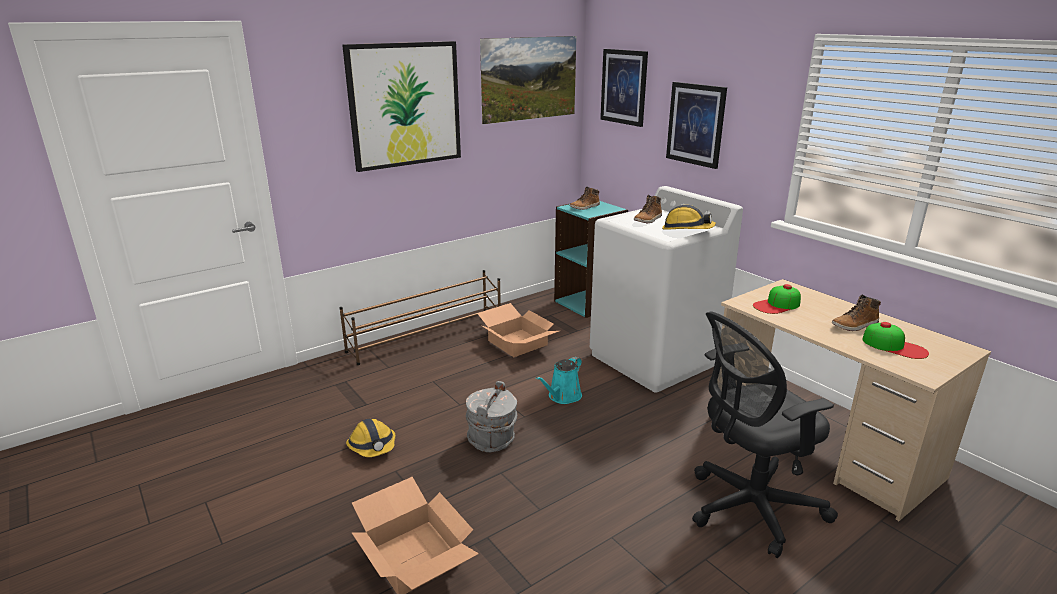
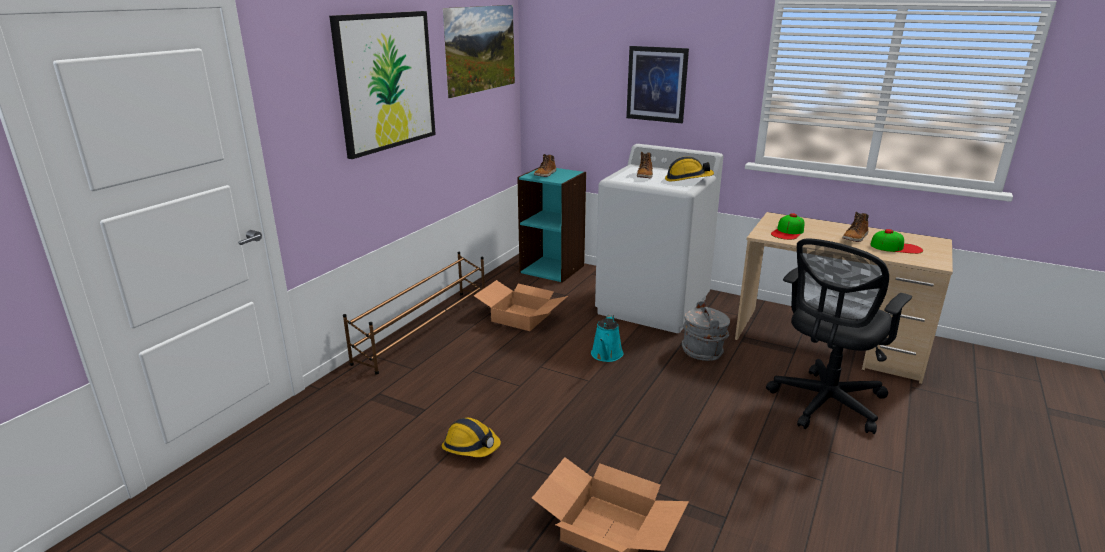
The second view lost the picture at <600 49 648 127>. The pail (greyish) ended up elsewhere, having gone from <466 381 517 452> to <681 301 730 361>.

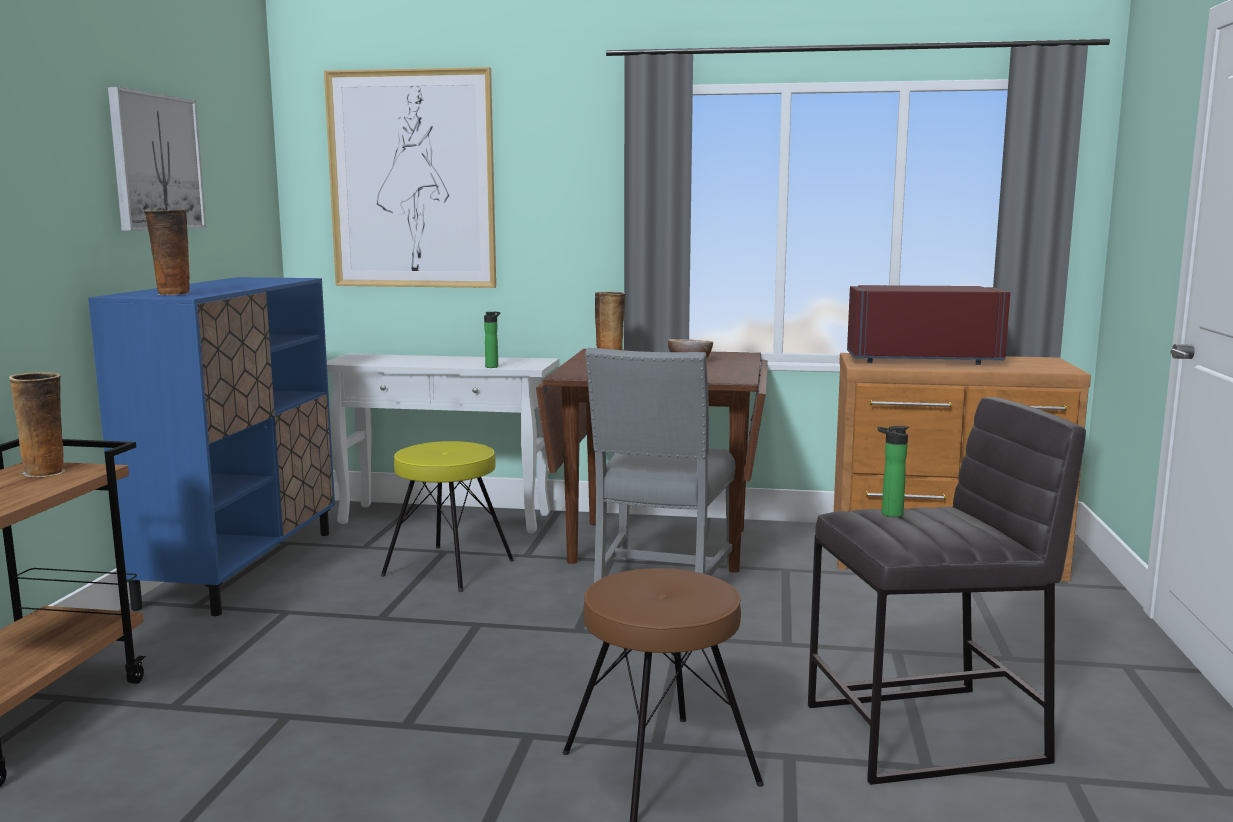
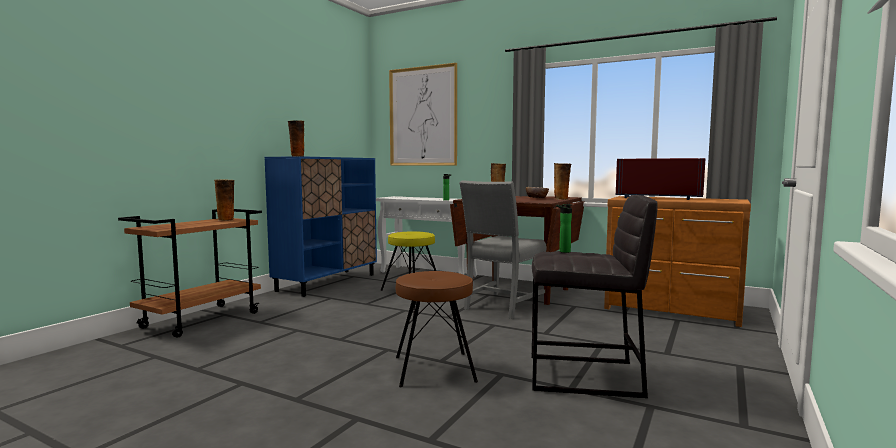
The second view lost the picture at <108 87 206 231>. The second view gained the flower vase at <554 163 571 200>.

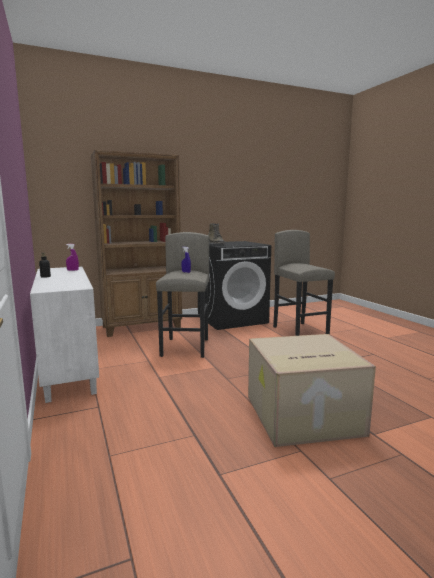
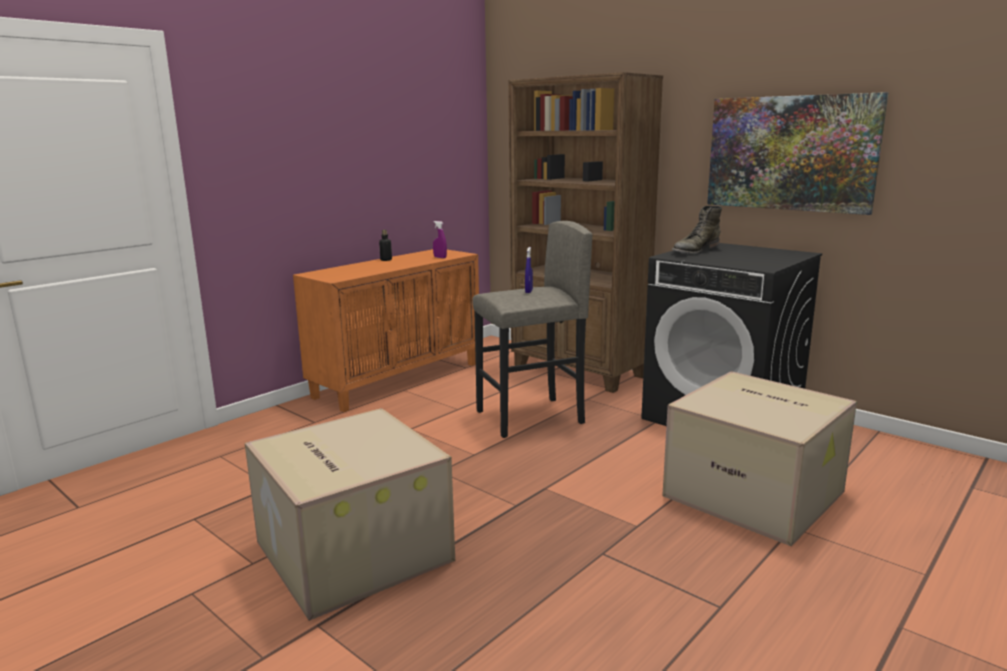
Where the sitting stool (greyish) stood at <273 230 335 336>, the cardboard box came to stand at <662 371 857 546>. What was the storage cabinet (white-coloured) at <30 267 99 403> turned into the storage cabinet (orangey) at <293 249 479 412>. The second view gained the picture at <707 92 888 215>.

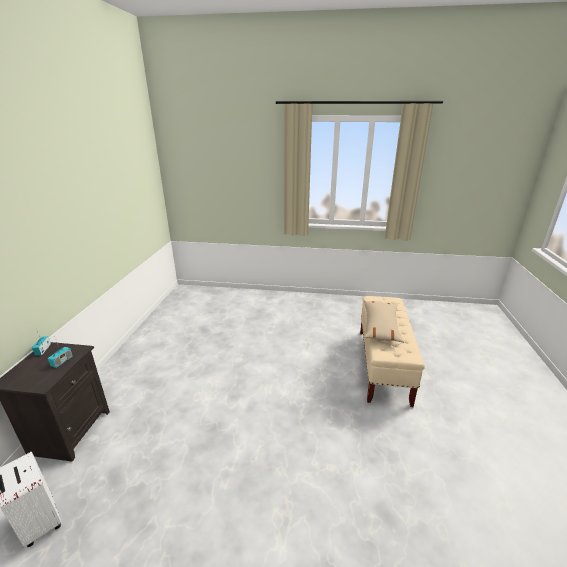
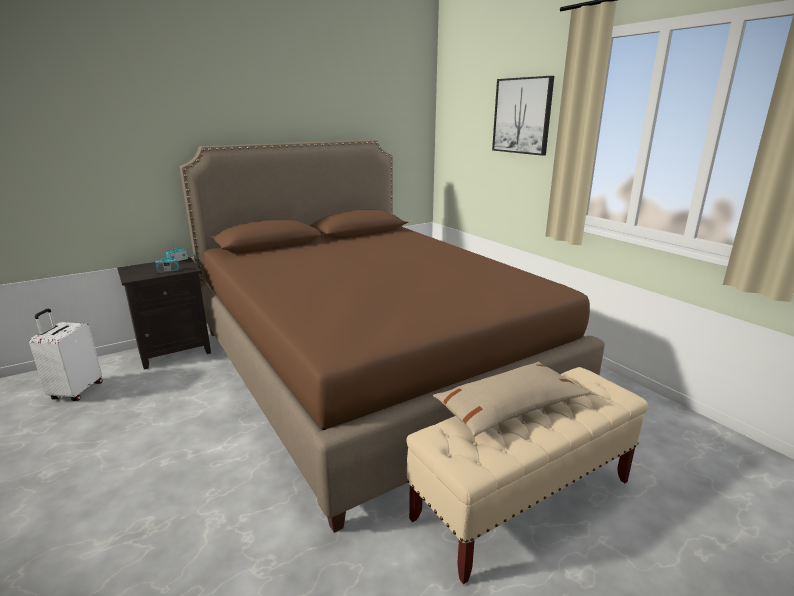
The second view gained the picture at <492 76 554 156>. The second view gained the bedroom bed (brownish) at <180 140 605 533>.

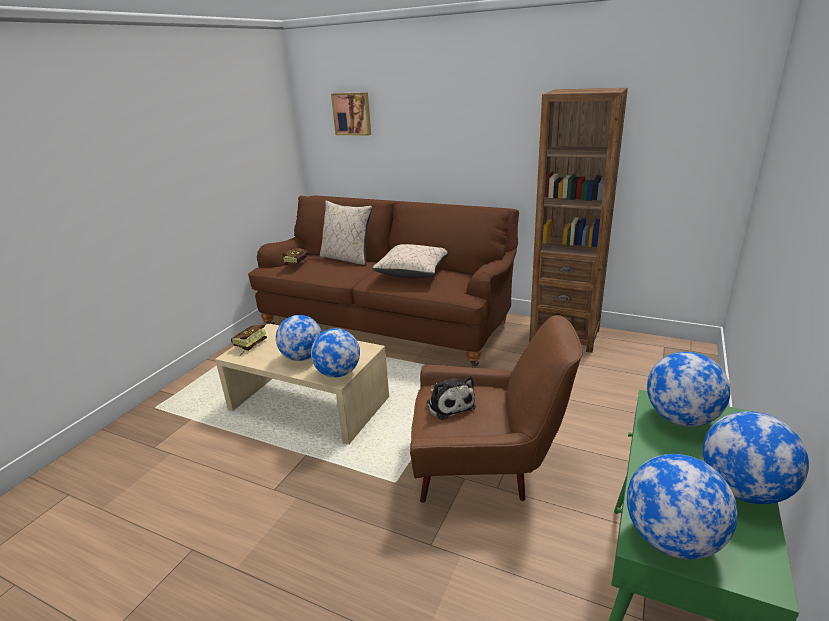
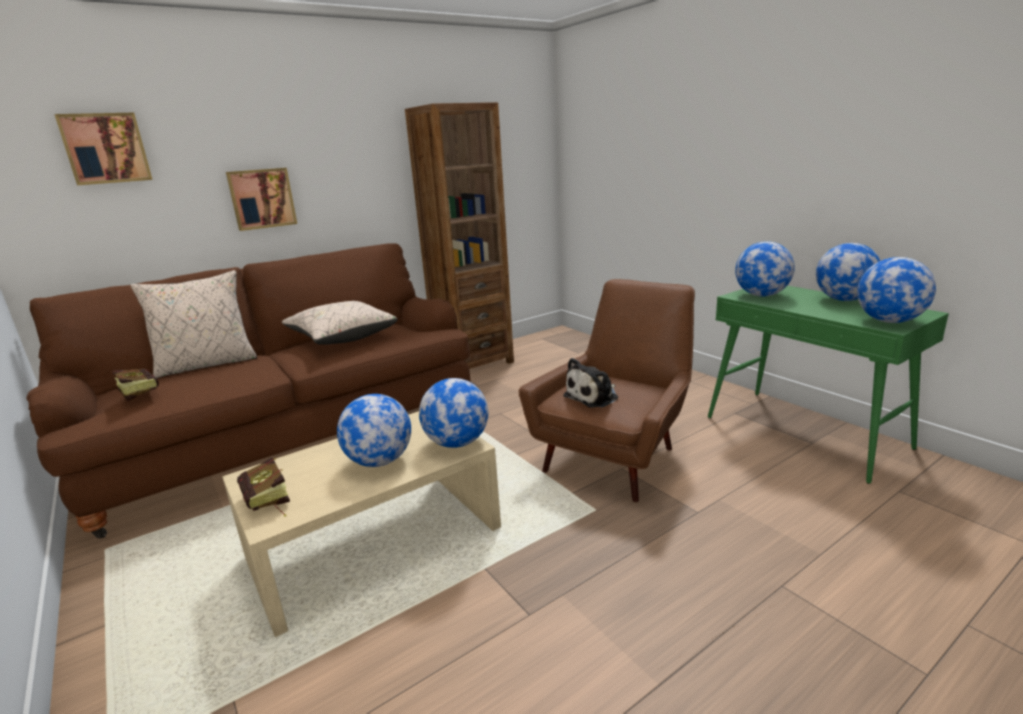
The cuddly toy at <426 376 476 420> ended up facing another way, 135 degrees clockwise from before. The second view gained the picture at <226 168 297 231>.

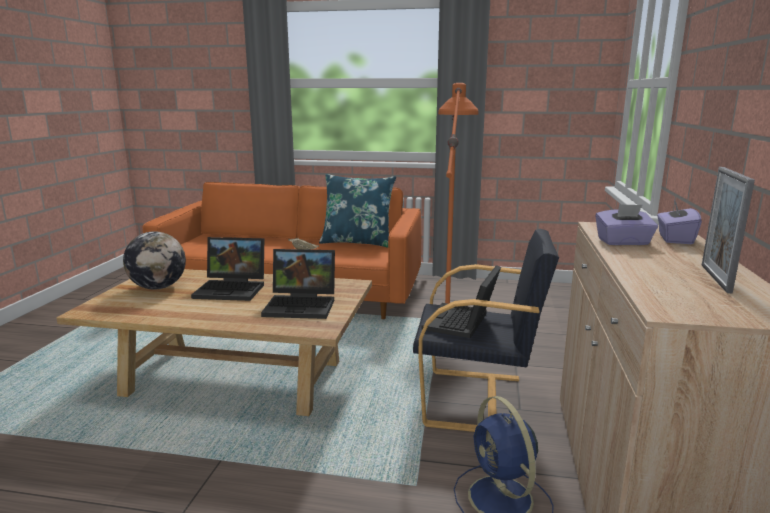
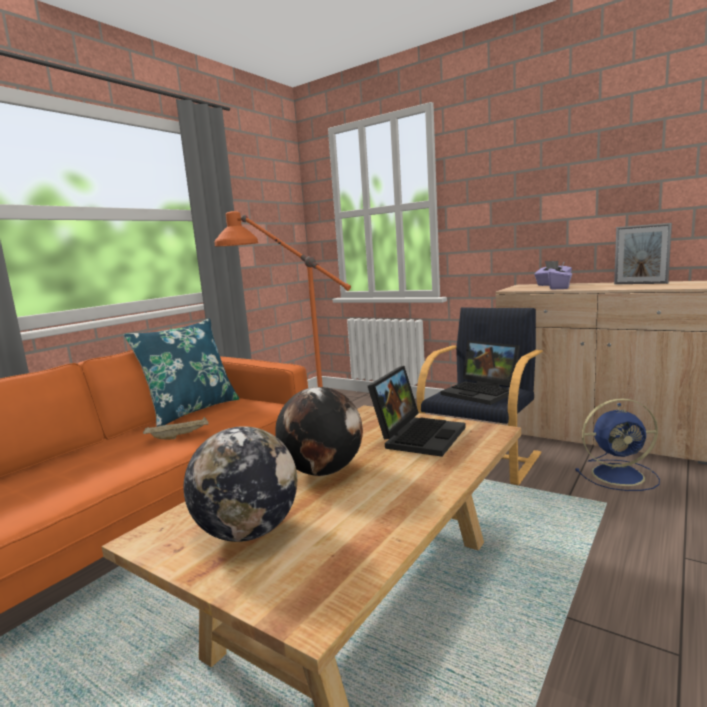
Where the laptop stood at <191 237 264 301>, the desk globe came to stand at <275 387 363 476>.

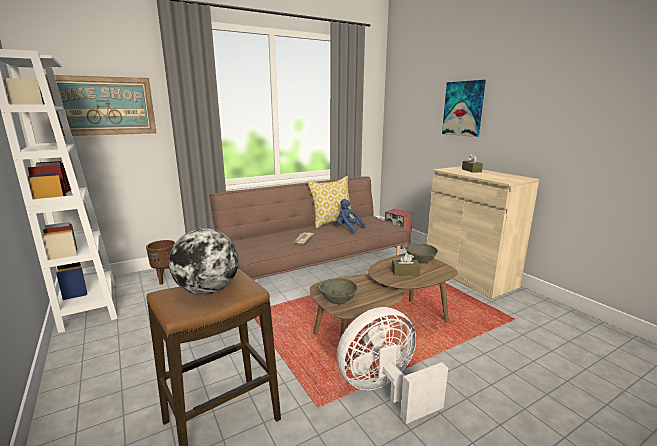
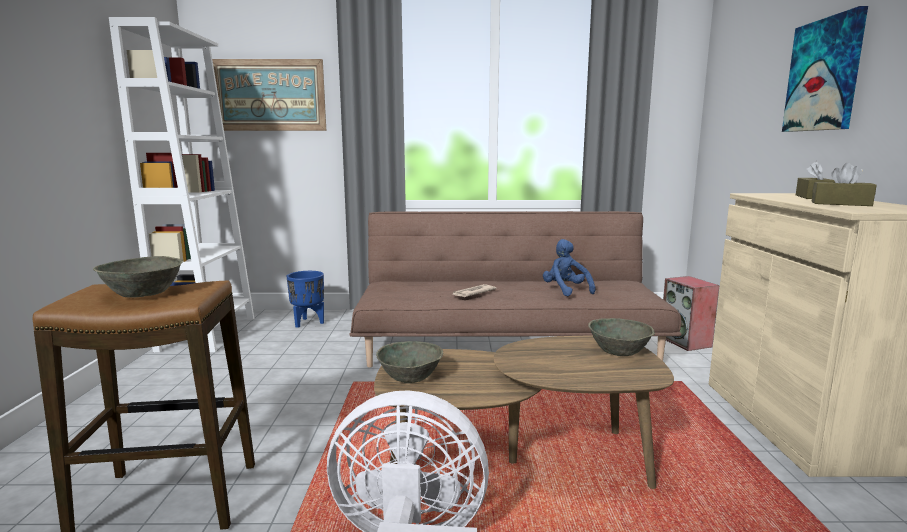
The second view lost the throw pillow at <307 176 354 228>. Where the desk globe stood at <169 228 238 295>, the deep dish (greyish) came to stand at <93 256 183 298>. What was the planter (brownish) at <146 240 175 285> turned into the planter (blue) at <286 271 324 328>. The tissue box (brownish) ended up elsewhere, having gone from <392 253 421 276> to <812 163 877 206>.

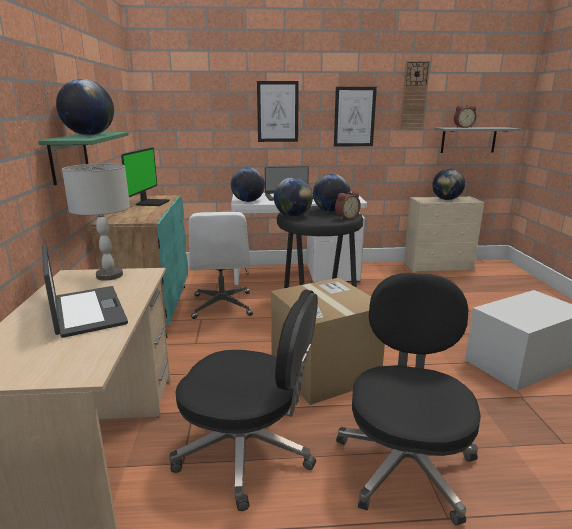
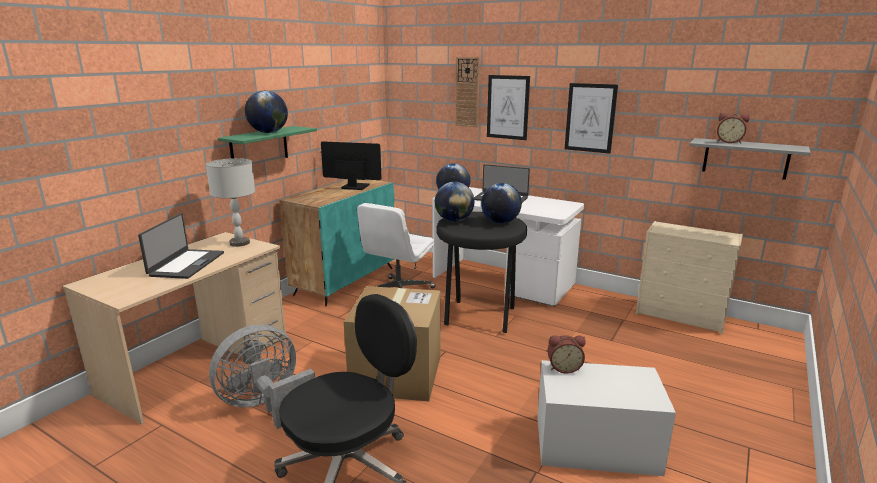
The wall clock ended up elsewhere, having gone from <400 61 431 129> to <456 57 480 127>. The computer display at <121 148 170 206> ended up facing another way, 120 degrees counterclockwise from before. The second view lost the desk globe at <432 169 465 200>. The table clock ended up elsewhere, having gone from <335 191 361 220> to <547 335 586 373>. Where the computer chair (blackish) stood at <169 289 318 511>, the fan (greyish) came to stand at <209 324 315 429>.

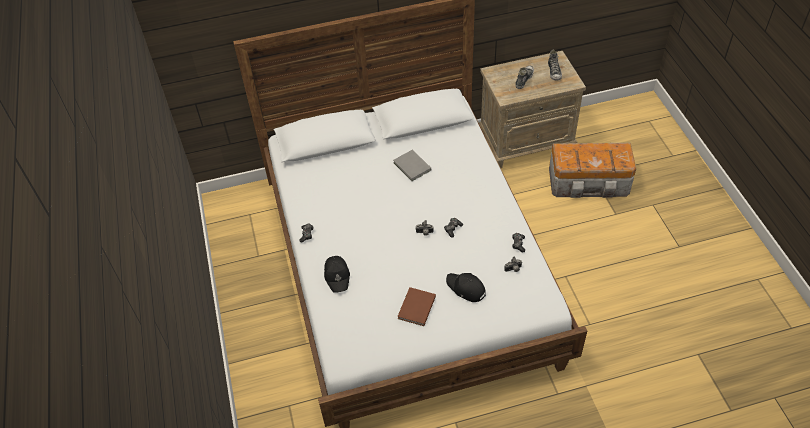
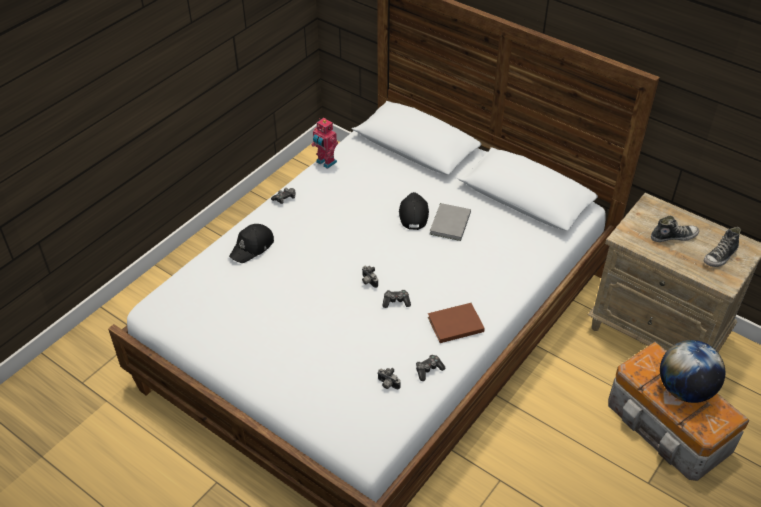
The baseball cap (blackish) ended up elsewhere, having gone from <446 273 486 302> to <399 192 429 230>. The bound book (brownish) ended up elsewhere, having gone from <397 287 436 326> to <428 303 485 343>. The second view gained the toy robot at <311 118 338 169>. The second view gained the desk globe at <660 340 725 403>.

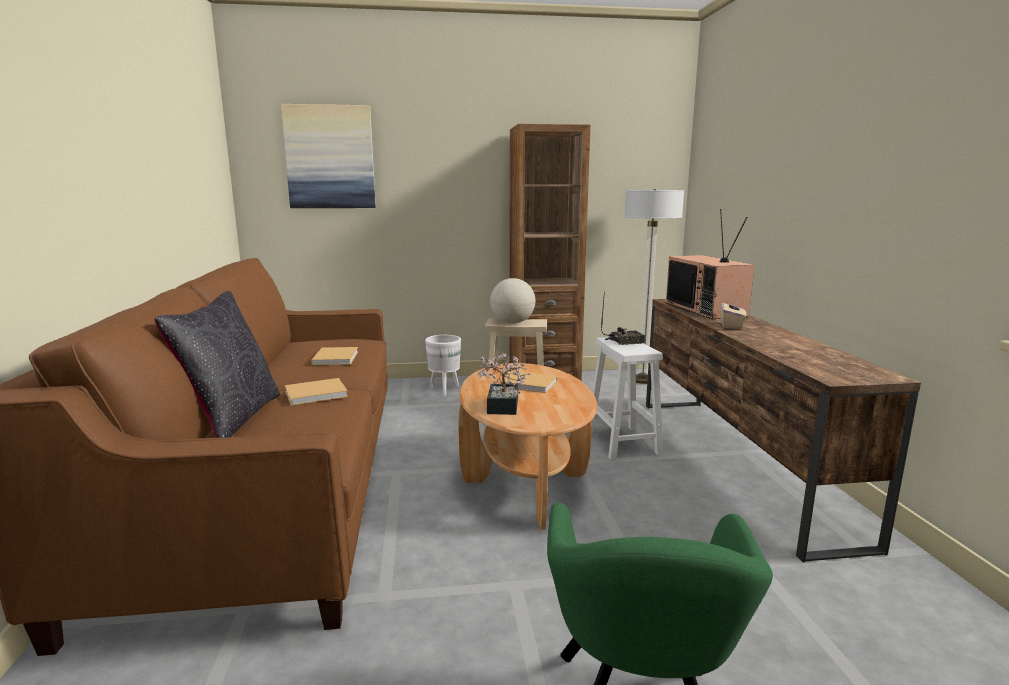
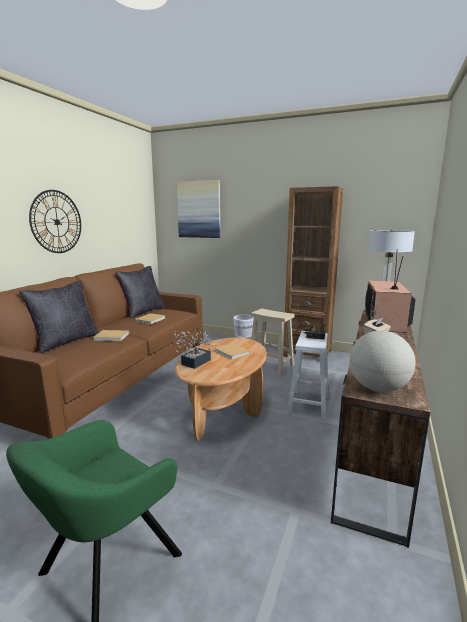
The desk globe ended up elsewhere, having gone from <490 278 535 324> to <349 331 416 392>. The second view gained the wall clock at <29 190 81 253>. The second view gained the throw pillow (blackish) at <115 266 164 318>.

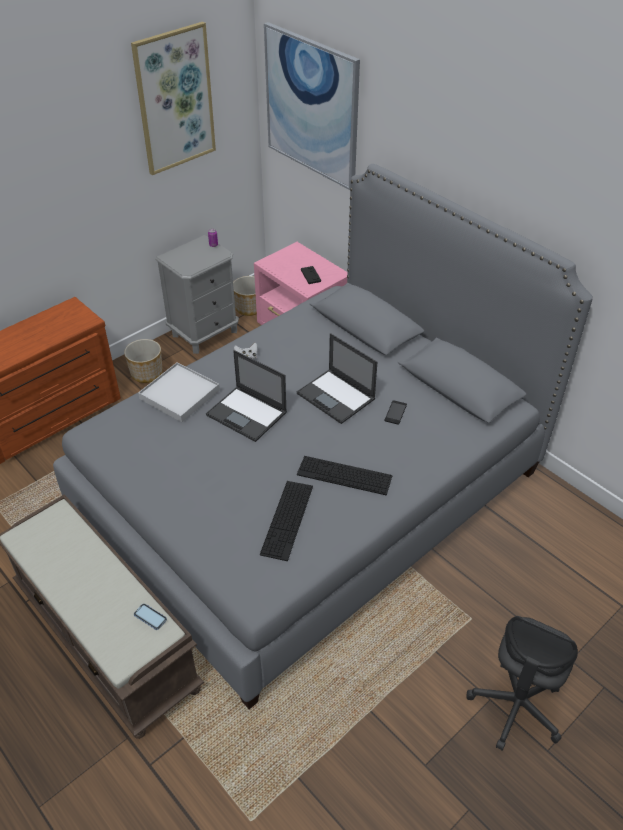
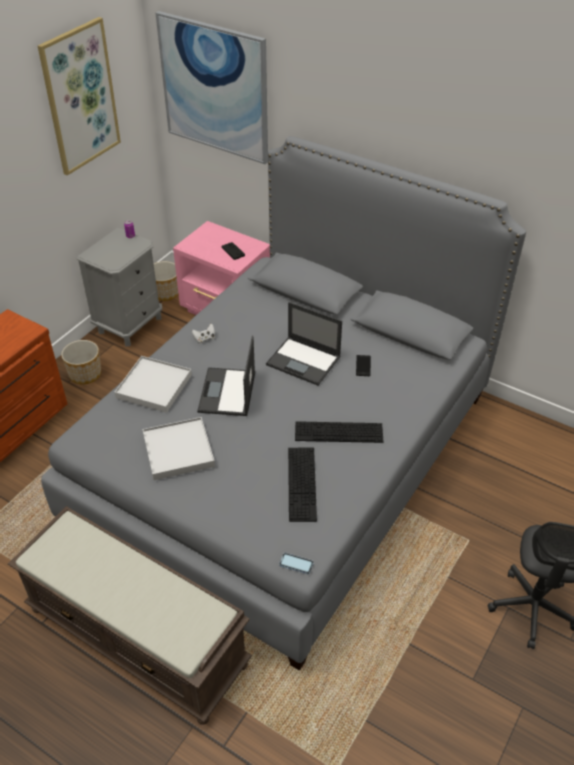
The laptop at <206 350 287 442> ended up facing another way, 75 degrees clockwise from before. The telephone ended up elsewhere, having gone from <134 604 167 630> to <279 553 314 574>. The second view gained the carrying tray (white-coloured) at <142 417 215 480>.

